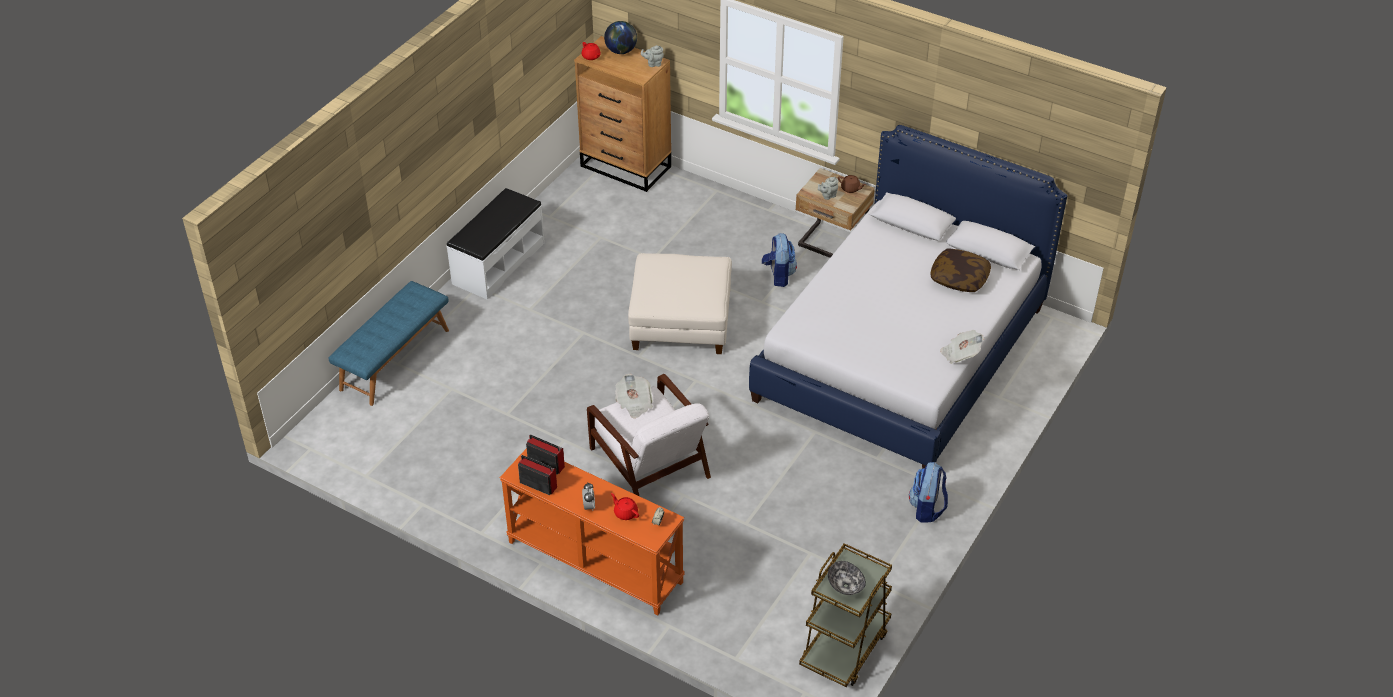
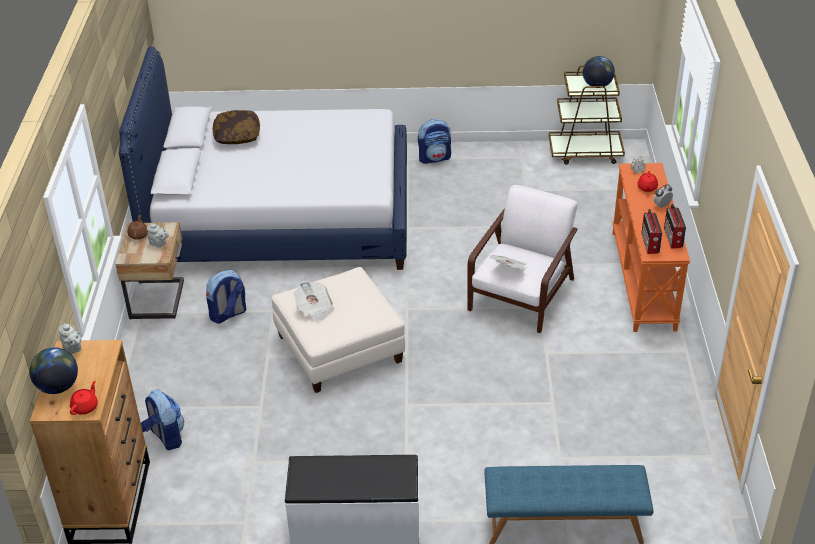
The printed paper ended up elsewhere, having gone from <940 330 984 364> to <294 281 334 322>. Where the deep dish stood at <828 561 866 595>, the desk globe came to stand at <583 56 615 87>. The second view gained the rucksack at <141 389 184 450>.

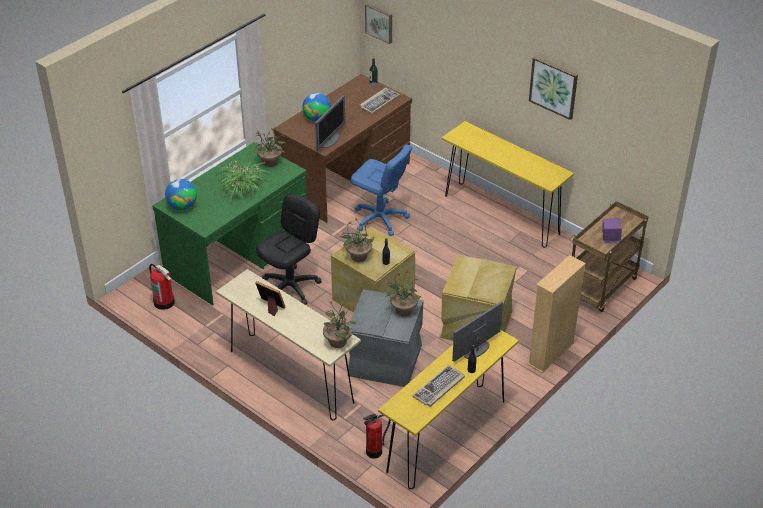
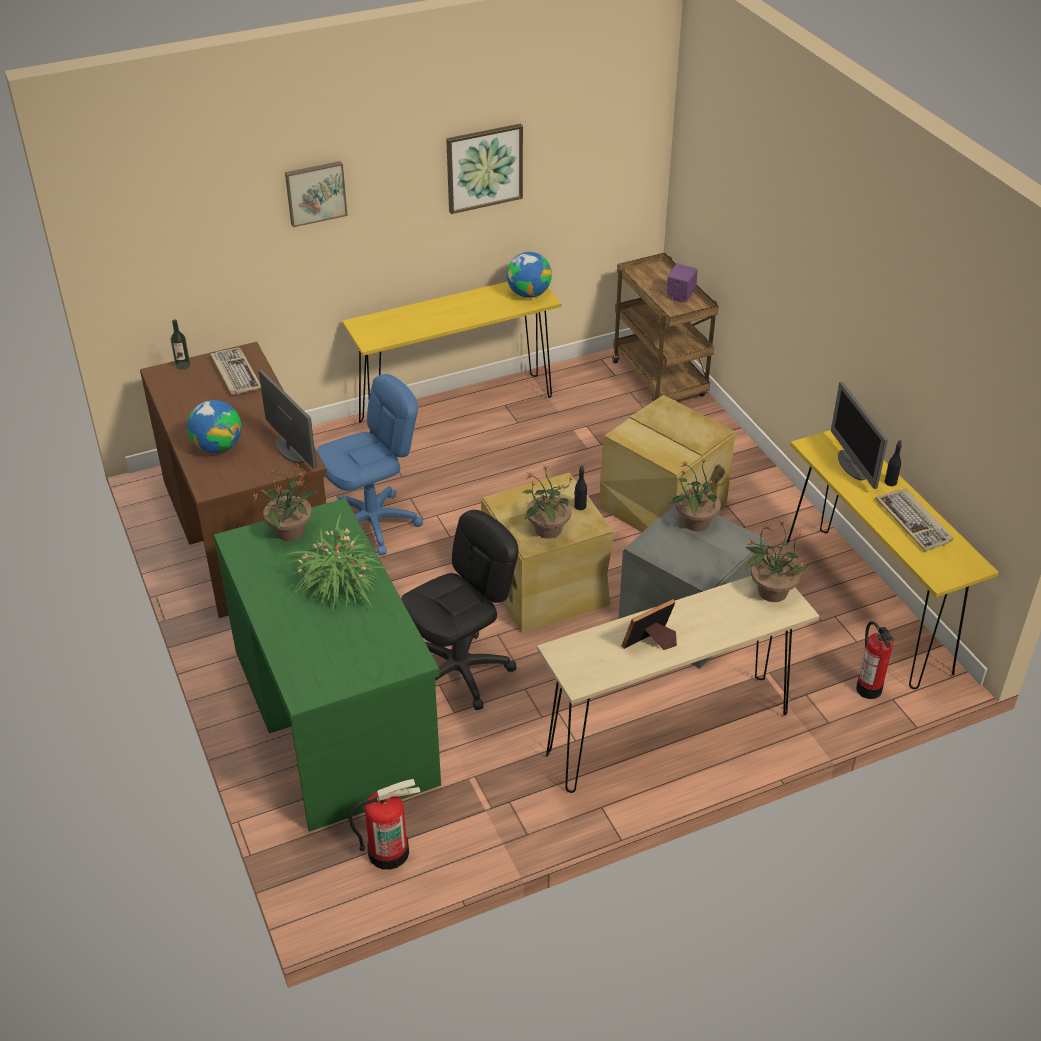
The picture ended up elsewhere, having gone from <365 3 392 44> to <285 161 348 227>. The desk globe ended up elsewhere, having gone from <165 179 197 210> to <507 252 552 298>. The computer chair (blackish) at <256 194 322 305> ended up facing another way, 75 degrees clockwise from before. The second view lost the bookcase (beige-coloured) at <527 255 586 374>.

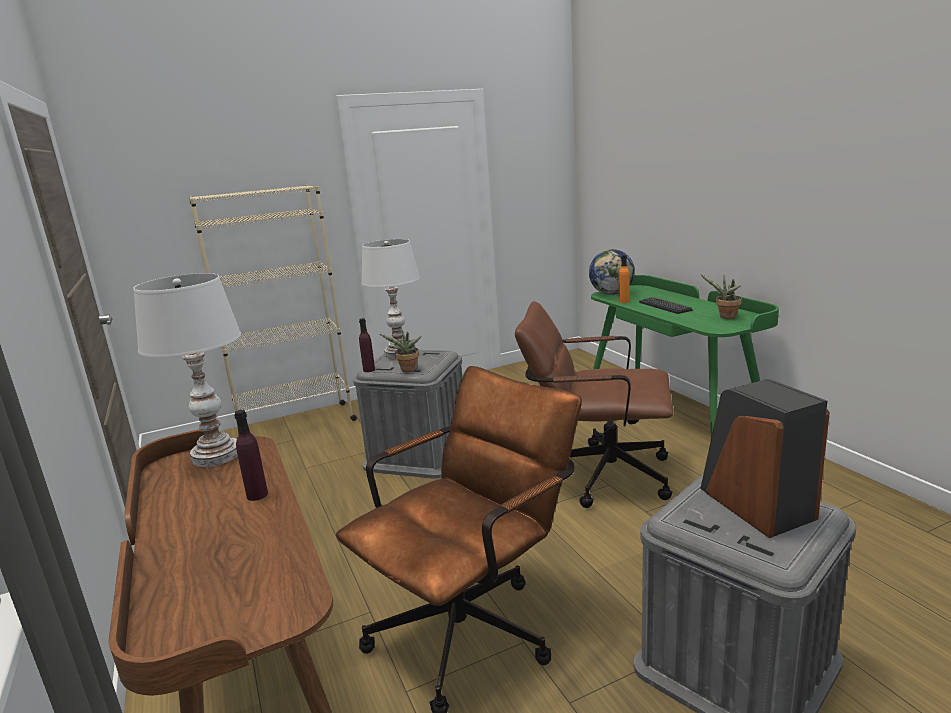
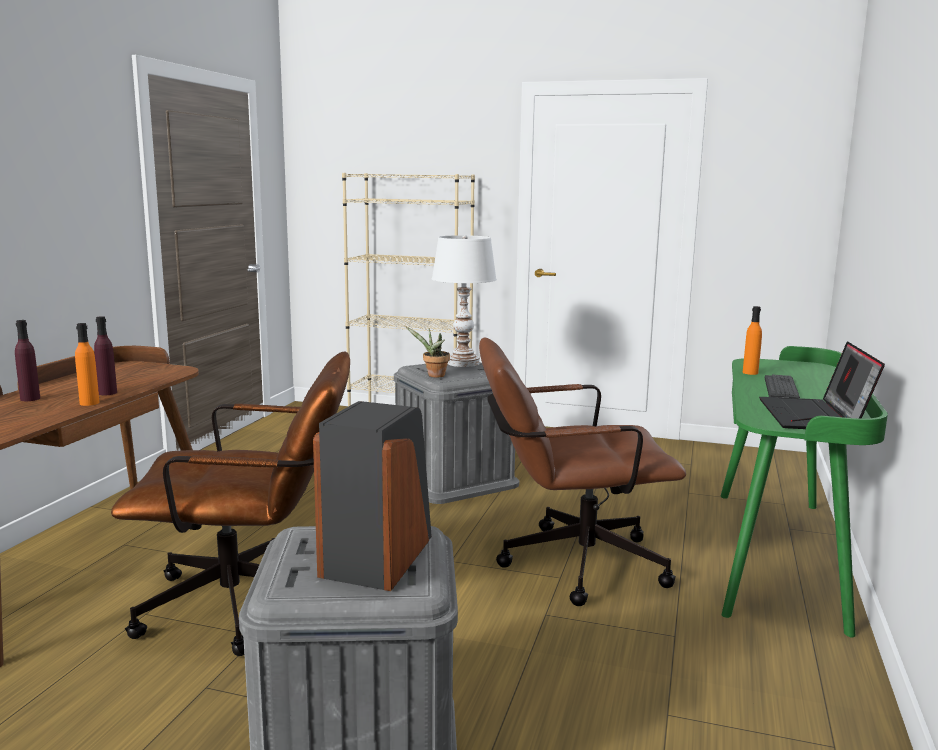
The second view lost the desk globe at <589 249 635 295>. The second view lost the tabletop lamp (white-coloured) at <133 273 241 467>. Where the houseplant stood at <700 274 742 319>, the laptop came to stand at <759 341 885 429>. The computer chair (brownish) at <515 301 673 508> ended up facing another way, 60 degrees counterclockwise from before. The bottle (purple) ended up elsewhere, having gone from <359 318 375 372> to <15 320 40 401>. The second view gained the bottle (orangey) at <75 323 99 406>.

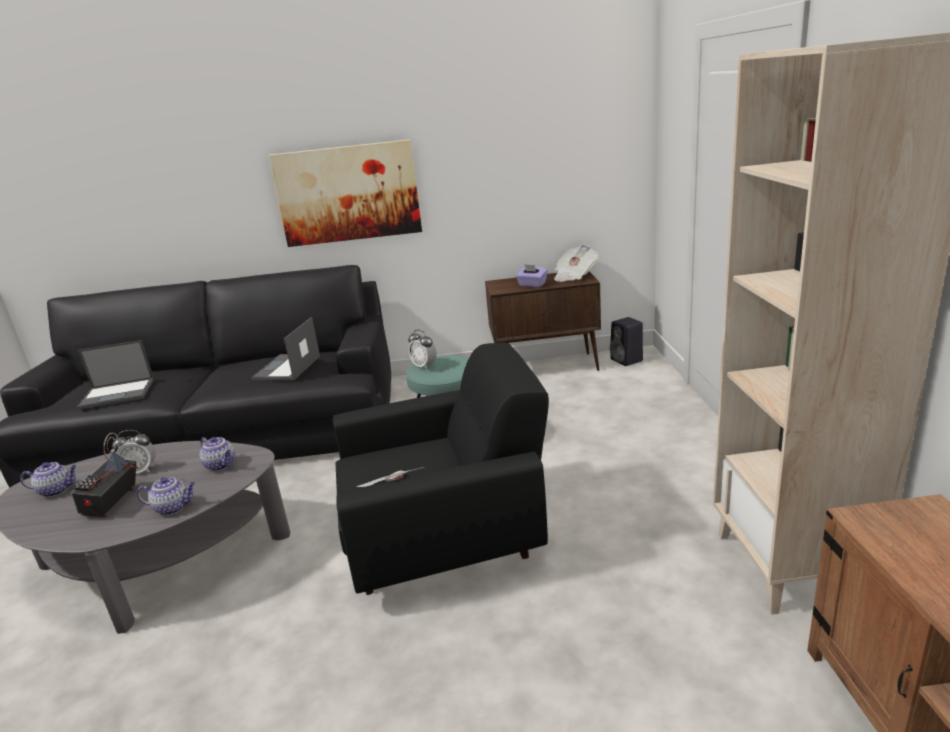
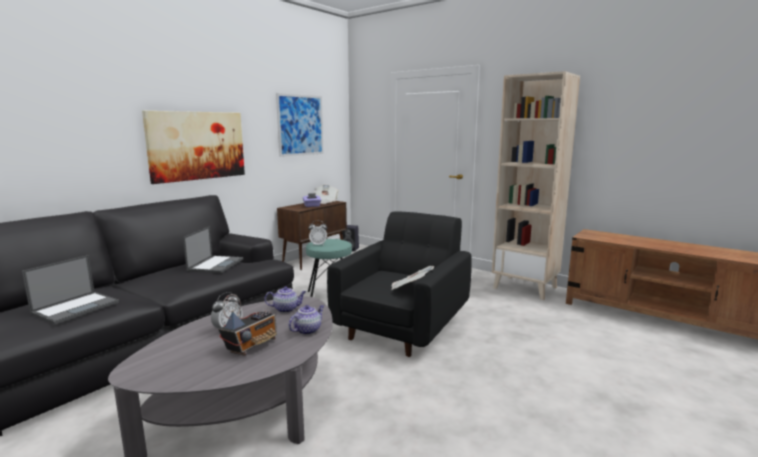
The laptop at <251 317 320 381> ended up facing another way, 135 degrees counterclockwise from before. The radio set at <71 433 138 518> ended up facing another way, 105 degrees counterclockwise from before. The second view lost the teapot at <20 462 77 497>. The second view gained the picture at <276 93 324 157>.

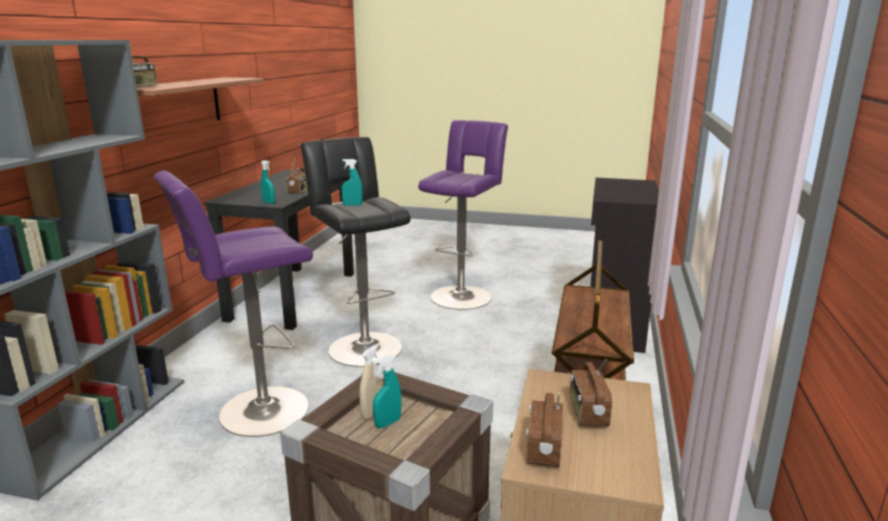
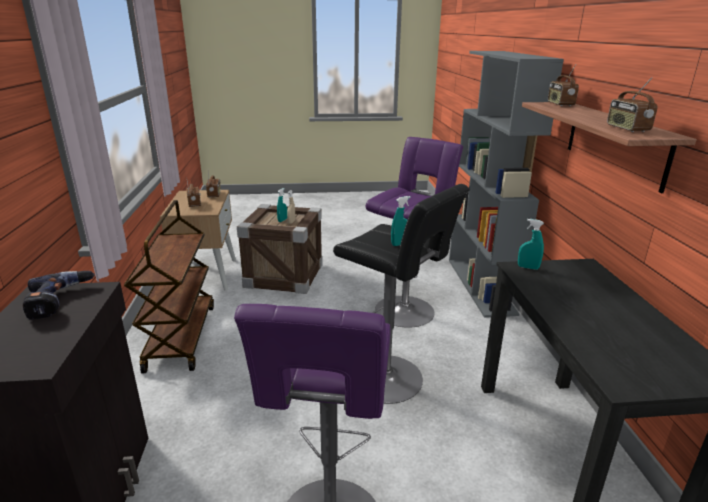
The radio set ended up elsewhere, having gone from <286 159 307 194> to <607 78 658 132>. The second view gained the electric drill at <23 271 95 320>.

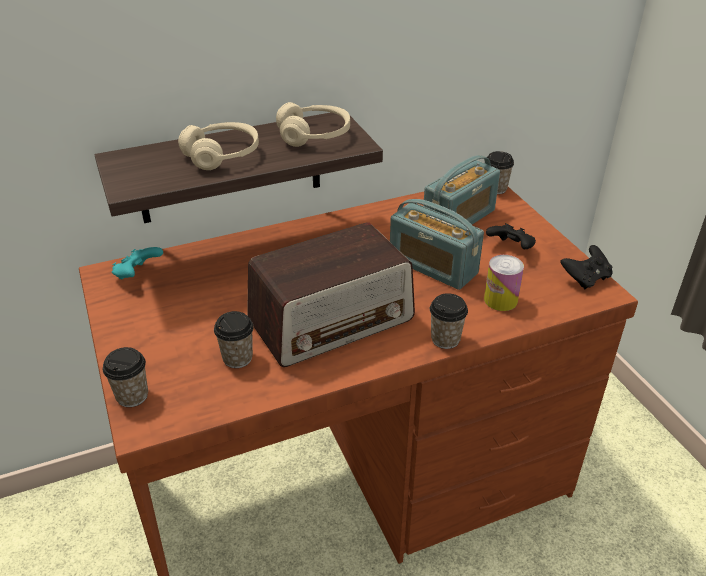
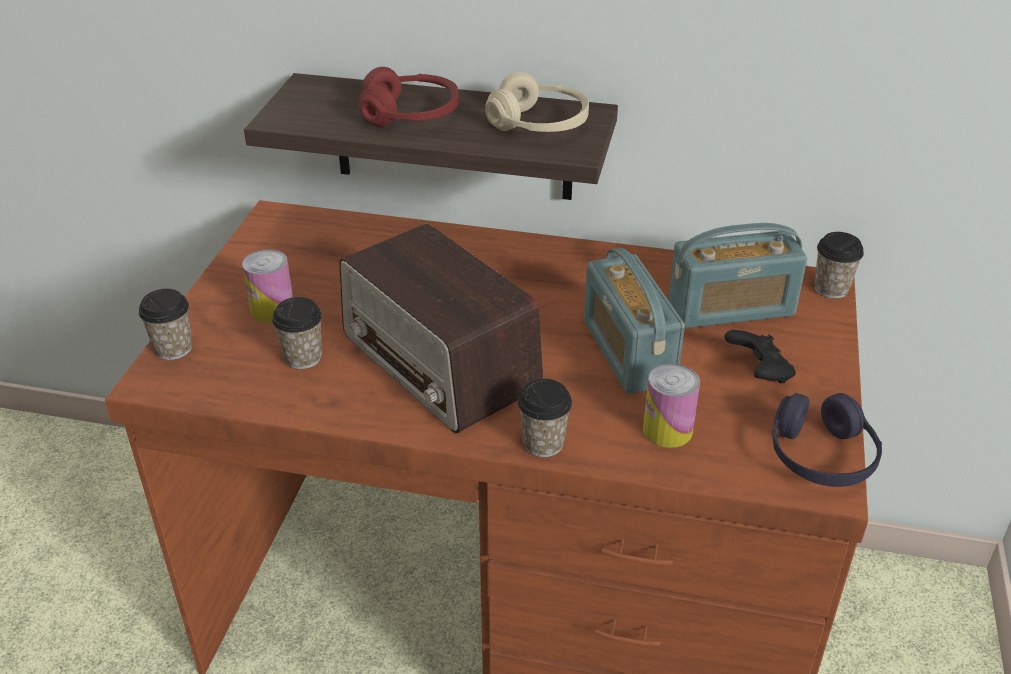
What was the pair of headphones (beige-coloured) at <178 122 259 170> turned into the pair of headphones (red) at <359 67 459 127>. The radio set at <247 222 415 367> ended up facing another way, 45 degrees clockwise from before. Where the game controller (blackish) stood at <560 245 613 290>, the pair of headphones (purple) came to stand at <772 393 882 487>. The second view lost the game controller (turquoise) at <112 247 163 279>. The second view gained the sealed can at <242 249 293 323>.

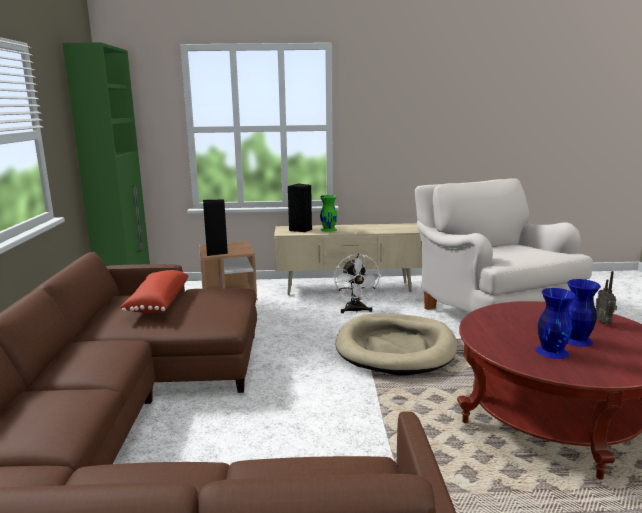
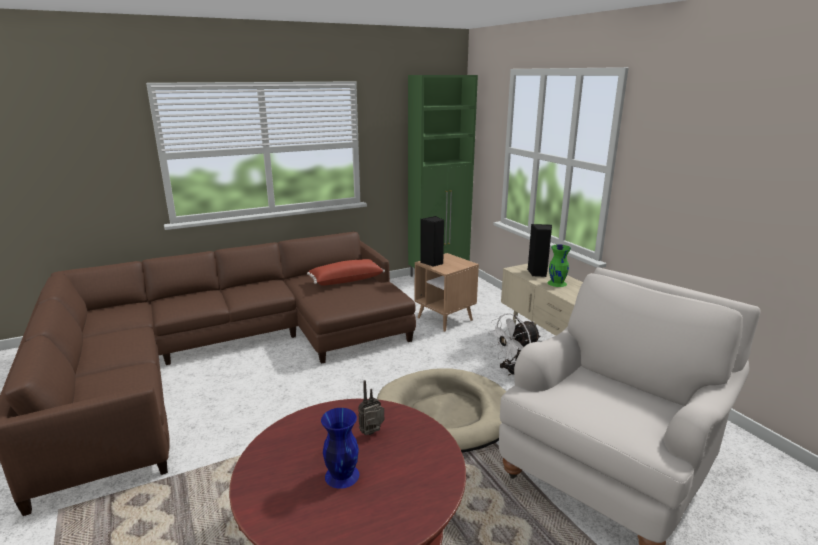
The radio set ended up elsewhere, having gone from <596 271 617 324> to <358 380 384 435>. The second view lost the flower vase (blue) at <535 288 576 359>.

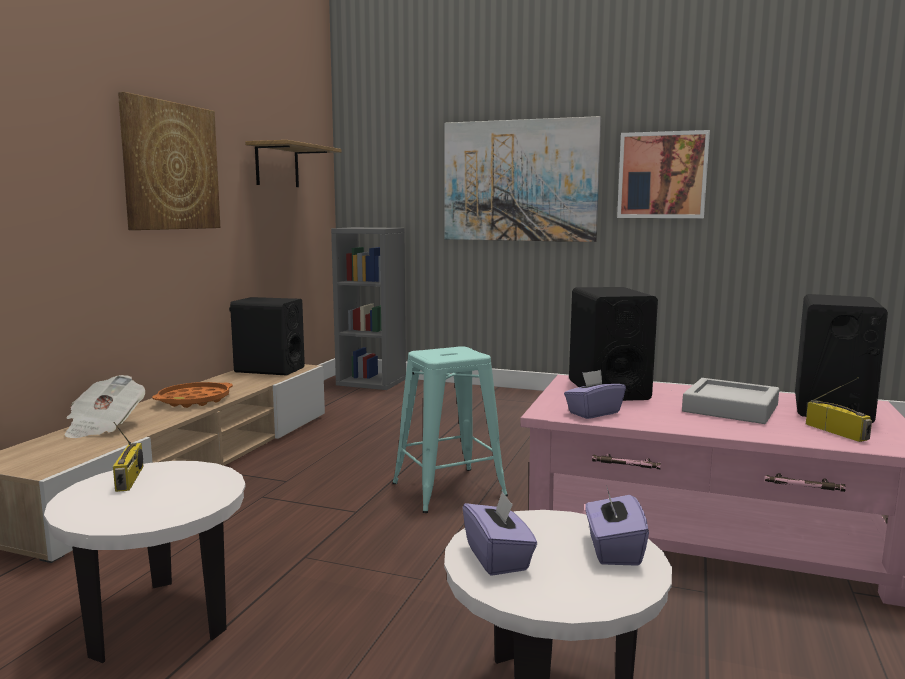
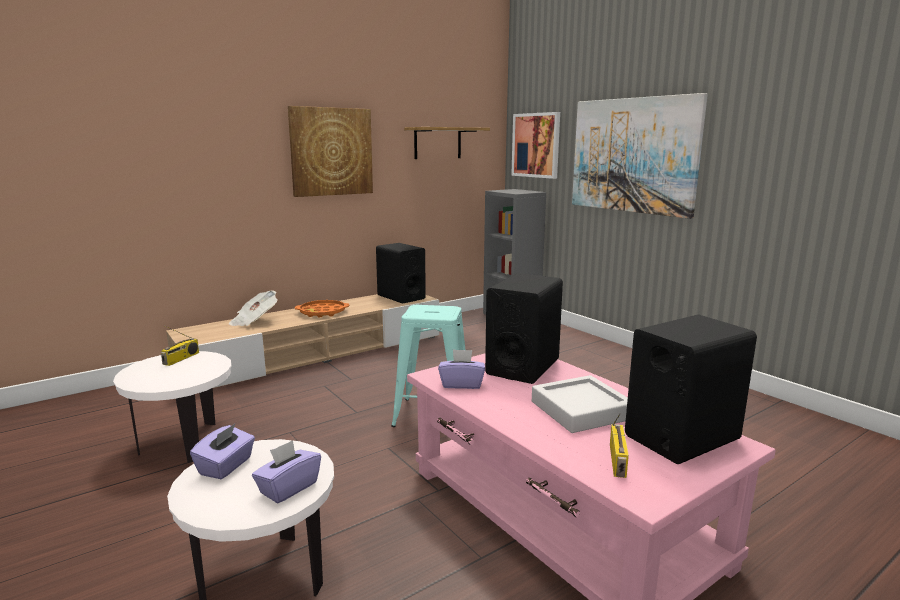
The picture ended up elsewhere, having gone from <617 130 710 218> to <511 112 560 179>.

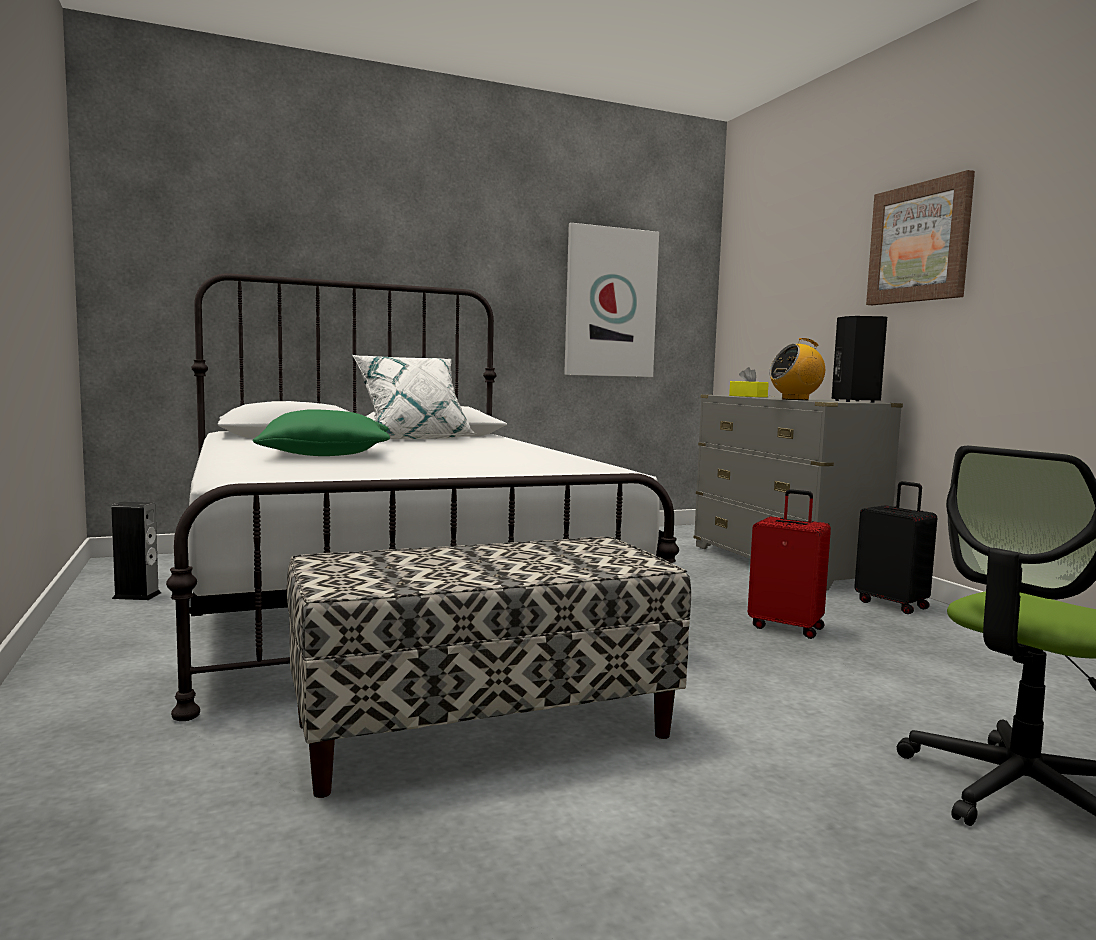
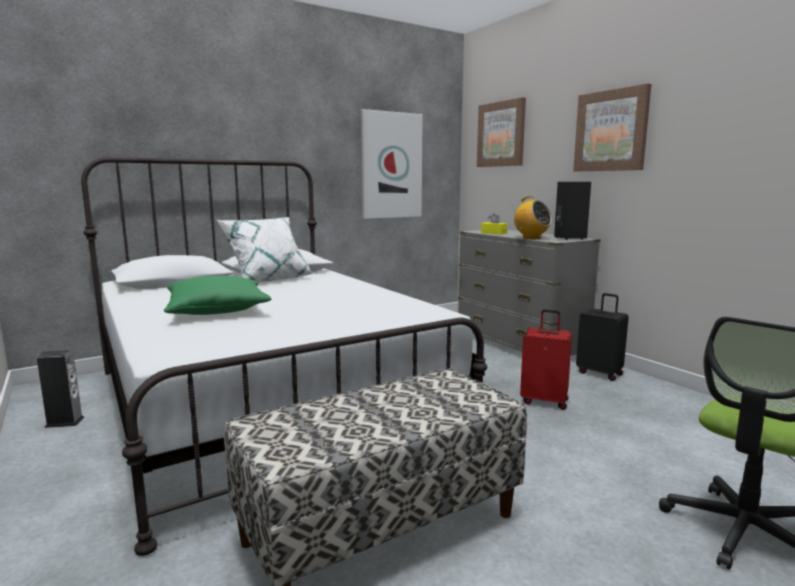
The radio set at <769 338 825 400> ended up facing another way, 105 degrees counterclockwise from before. The second view gained the picture at <477 97 526 167>.

